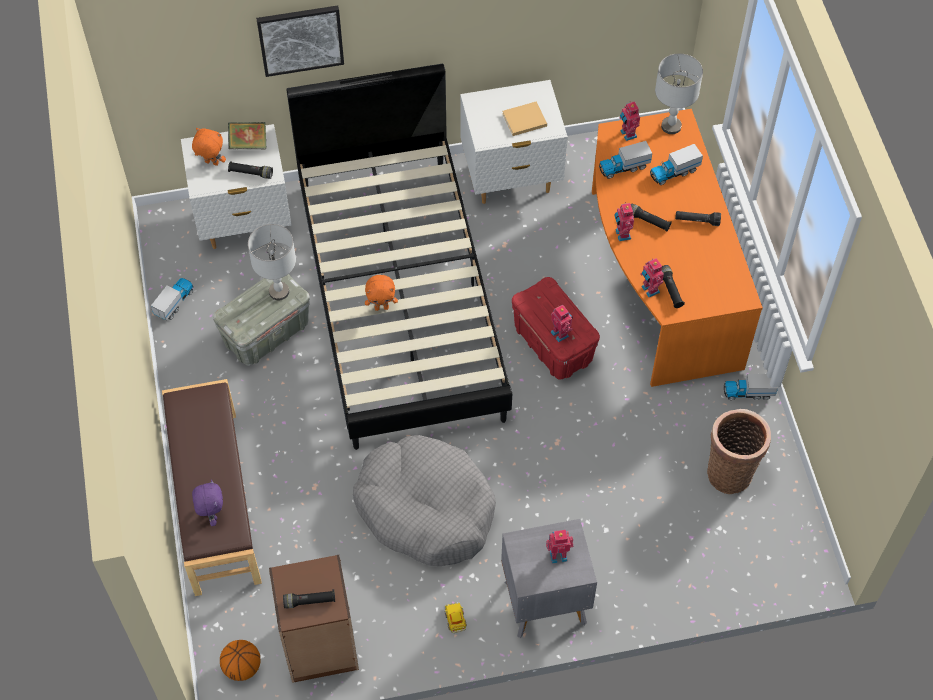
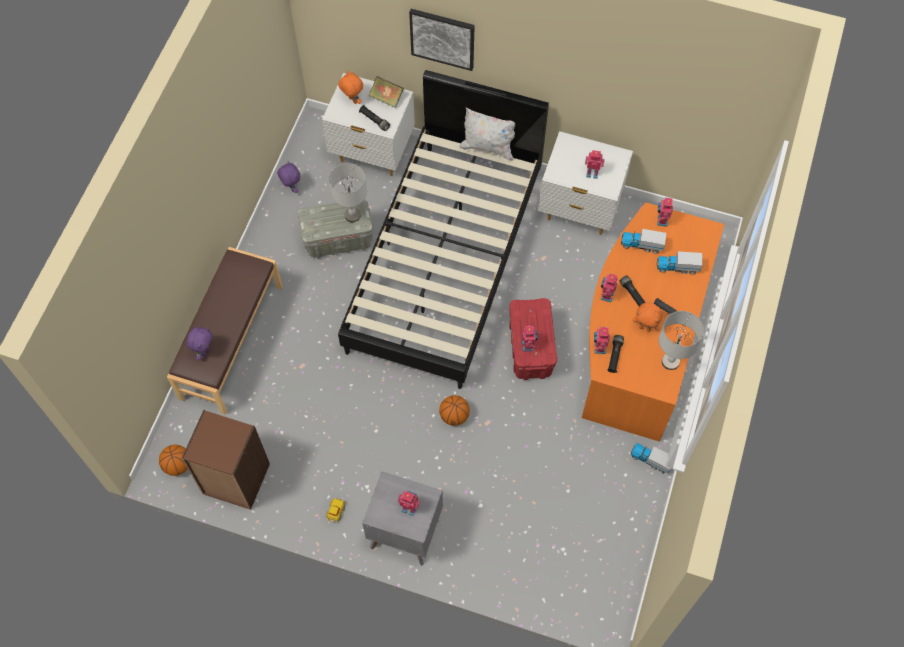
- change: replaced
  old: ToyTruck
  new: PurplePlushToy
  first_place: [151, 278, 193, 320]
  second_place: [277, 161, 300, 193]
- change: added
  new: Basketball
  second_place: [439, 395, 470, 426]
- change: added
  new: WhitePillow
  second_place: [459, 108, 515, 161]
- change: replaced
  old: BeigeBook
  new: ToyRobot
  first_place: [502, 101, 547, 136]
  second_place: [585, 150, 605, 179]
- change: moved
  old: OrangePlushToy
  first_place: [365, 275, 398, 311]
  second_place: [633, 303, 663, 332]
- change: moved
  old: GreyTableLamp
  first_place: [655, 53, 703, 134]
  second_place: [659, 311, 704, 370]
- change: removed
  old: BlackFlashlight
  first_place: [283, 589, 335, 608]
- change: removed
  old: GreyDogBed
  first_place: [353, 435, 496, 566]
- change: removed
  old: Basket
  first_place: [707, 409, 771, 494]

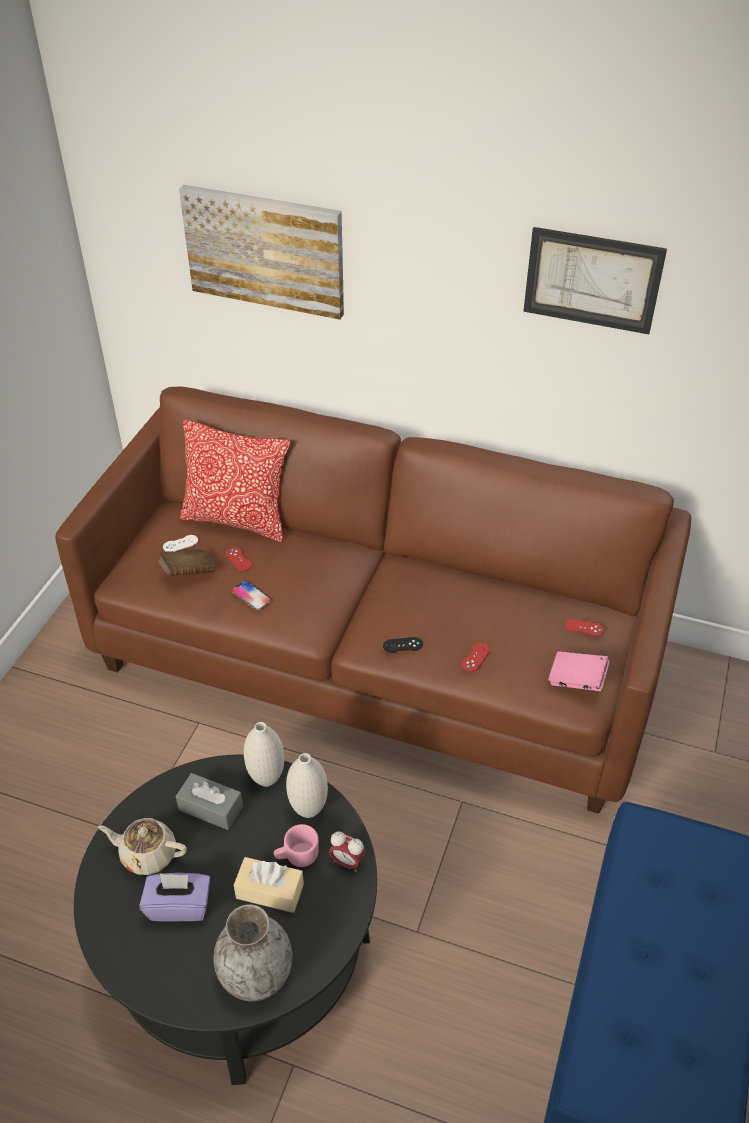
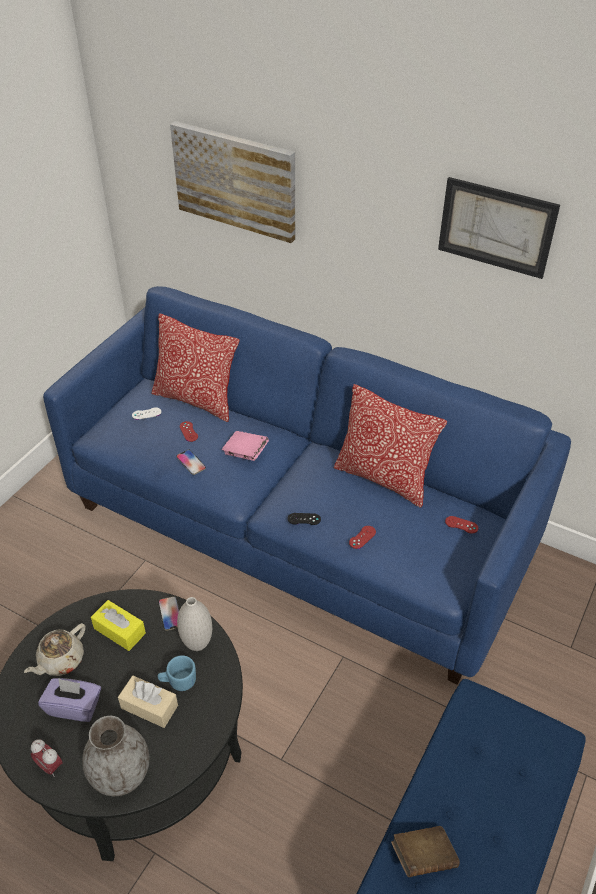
- change: turned
  old: BeigeTeapot
  first_place: [98, 818, 187, 875]
  second_place: [24, 623, 86, 676]
  degrees: -75
- change: moved
  old: AlarmClock
  first_place: [329, 831, 366, 872]
  second_place: [31, 739, 63, 777]
- change: recoloured
  old: BrownSofa
  new: BlueSofa
  first_place: [55, 386, 691, 814]
  second_place: [43, 286, 571, 685]
- change: recoloured
  old: GreyTissueBox
  new: YellowTissueBox
  first_place: [176, 773, 243, 830]
  second_place: [91, 600, 146, 651]
- change: replaced
  old: WhiteVase
  new: Phone
  first_place: [244, 722, 284, 787]
  second_place: [158, 596, 179, 631]
- change: recoloured
  old: PinkMug
  new: BlueMug
  first_place: [274, 824, 319, 867]
  second_place: [158, 655, 196, 691]
- change: moved
  old: PinkBook
  first_place: [548, 651, 610, 691]
  second_place: [222, 431, 269, 461]
- change: added
  new: Pillow
  second_place: [334, 384, 447, 508]
- change: moved
  old: BrownBook
  first_place: [158, 549, 215, 576]
  second_place: [391, 826, 460, 877]

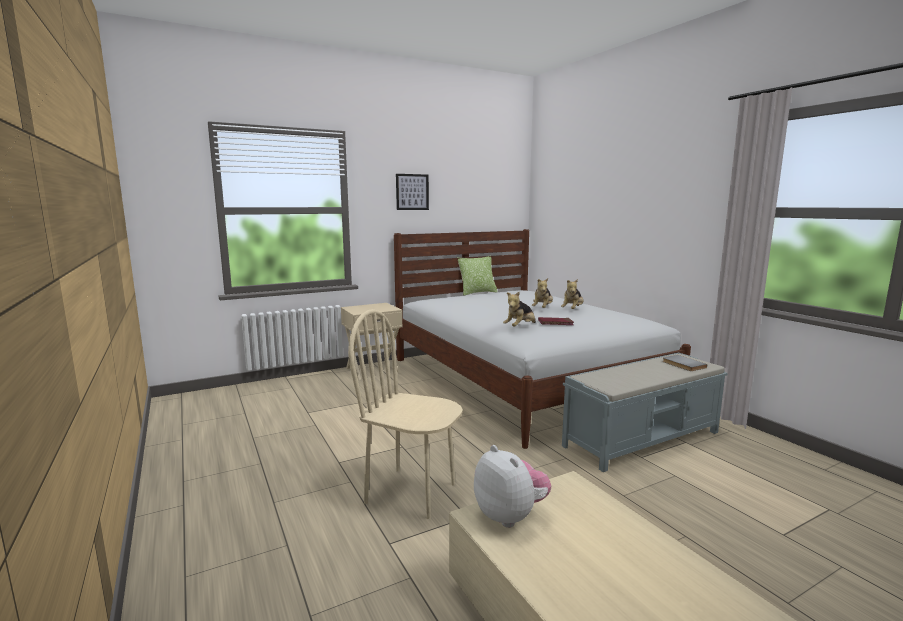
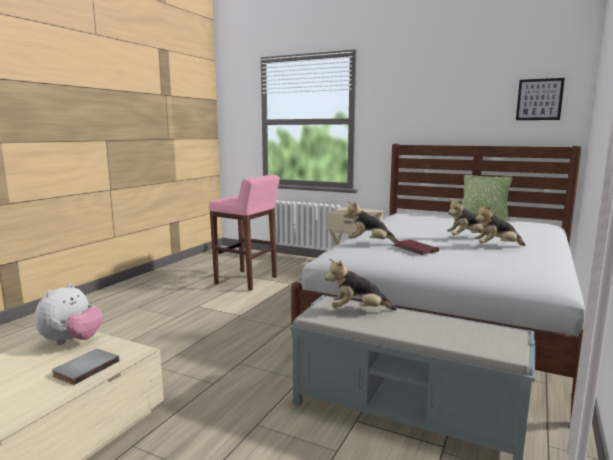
- change: moved
  old: GreyBook
  first_place: [663, 355, 707, 371]
  second_place: [52, 349, 119, 385]
- change: added
  new: PinkStool
  second_place: [209, 175, 280, 291]
- change: added
  new: PlushToy
  second_place: [325, 259, 397, 310]
- change: moved
  old: Picture
  first_place: [396, 174, 429, 210]
  second_place: [516, 78, 565, 120]
- change: removed
  old: BeigeChair
  first_place: [348, 309, 463, 519]

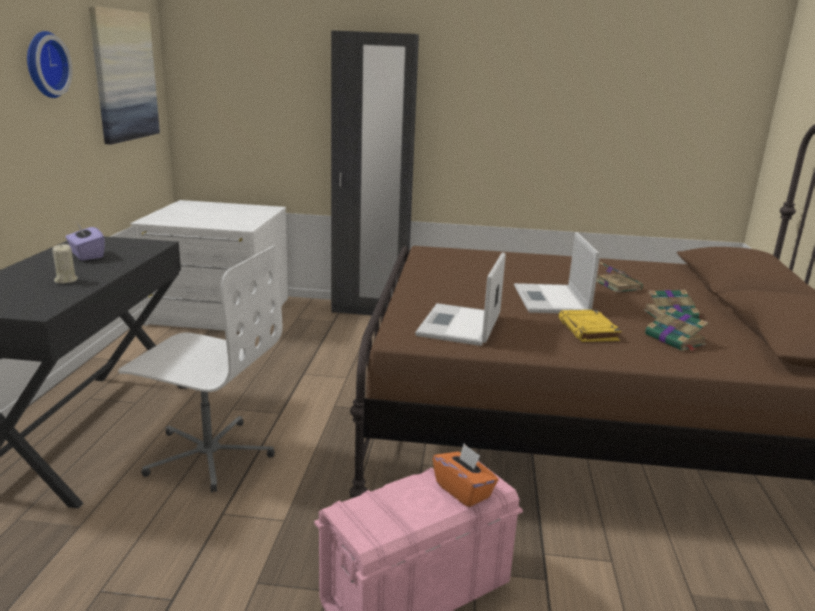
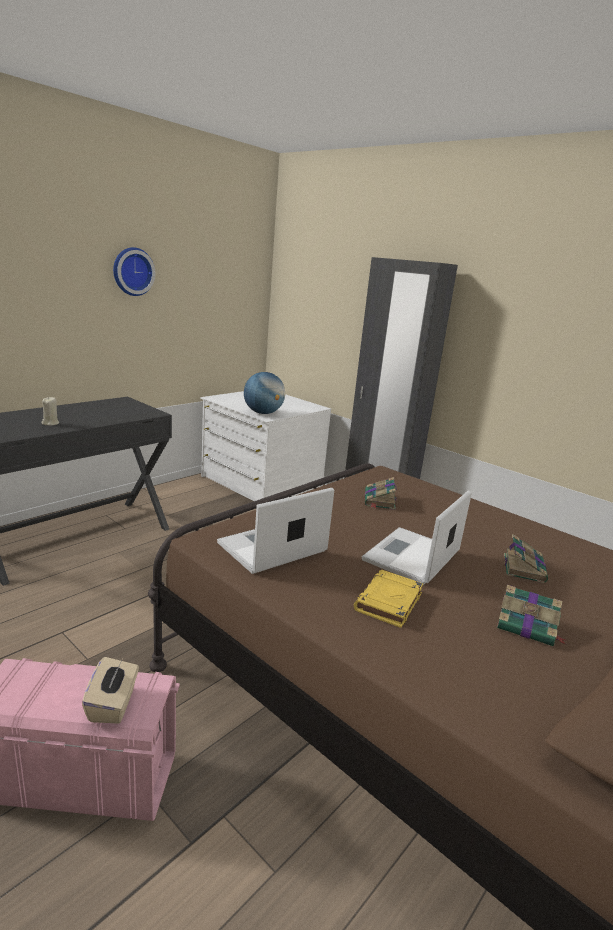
- change: recoloured
  old: OrangeTissueBox
  new: BeigeTissueBox
  first_place: [433, 444, 498, 507]
  second_place: [82, 657, 139, 724]
- change: added
  new: Globe
  second_place: [244, 372, 285, 414]
- change: moved
  old: Book
  first_place: [645, 307, 708, 351]
  second_place: [365, 477, 397, 510]
- change: removed
  old: PurpleTissueBox
  first_place: [65, 223, 104, 260]
- change: removed
  old: Picture
  first_place: [89, 6, 160, 145]
- change: removed
  old: WhiteOfficeChair
  first_place: [118, 246, 283, 493]

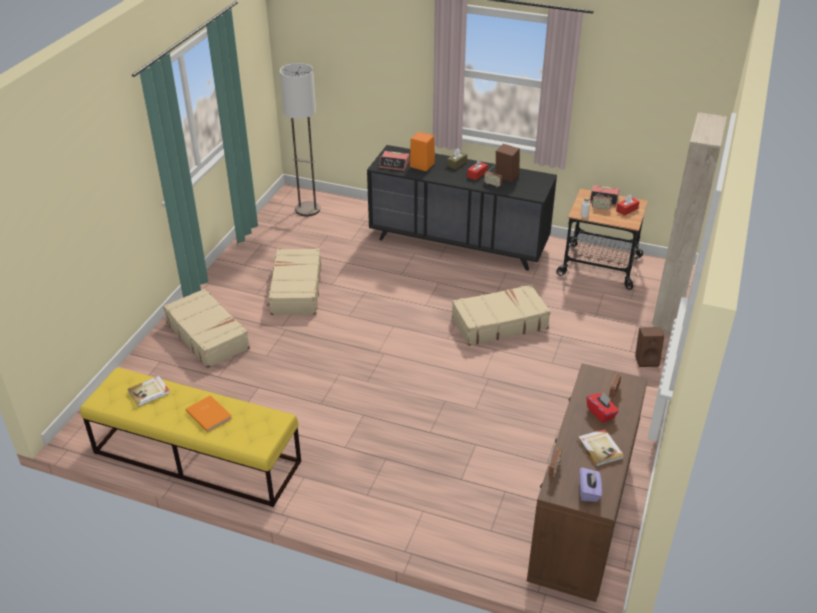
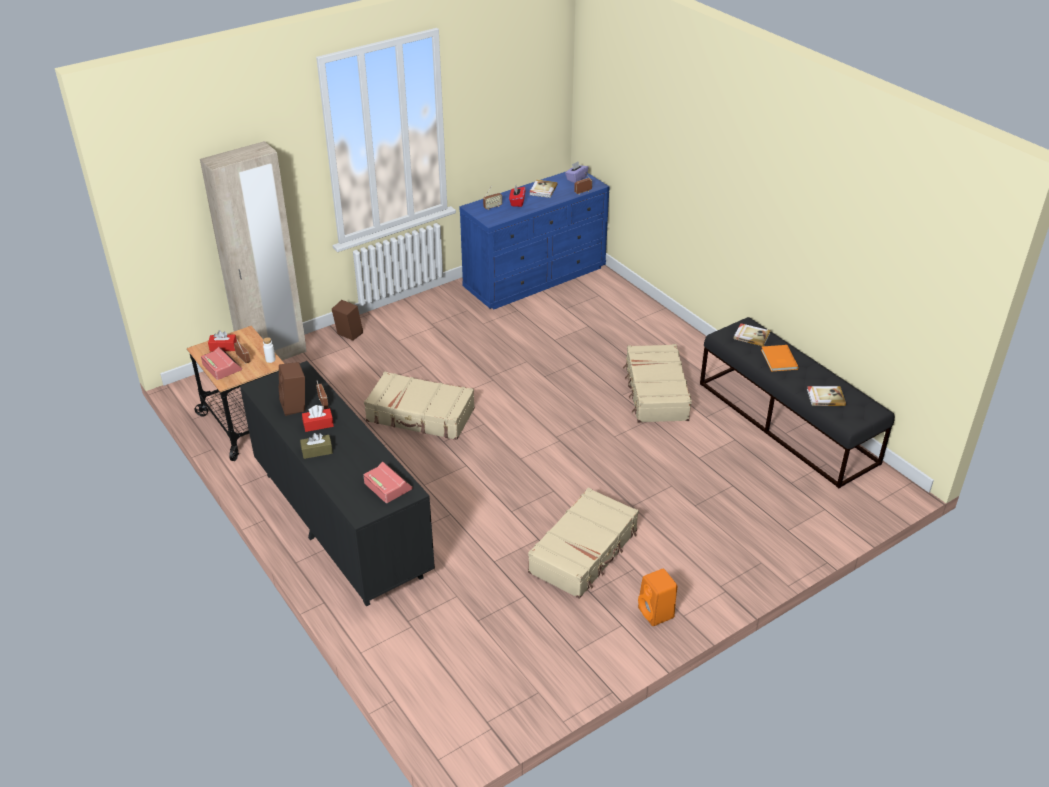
- change: recoloured
  old: BrownDresser
  new: BlueDresser
  first_place: [527, 363, 648, 602]
  second_place: [459, 172, 610, 309]
- change: moved
  old: BeigeSuitcase
  first_place: [163, 288, 250, 368]
  second_place: [623, 344, 692, 422]
- change: moved
  old: OrangeSpeaker
  first_place: [410, 132, 435, 171]
  second_place: [638, 569, 677, 626]
- change: recoloured
  old: YellowBench
  new: BlackBench
  first_place: [80, 367, 301, 507]
  second_place: [700, 317, 895, 488]
- change: added
  new: Book
  second_place: [733, 323, 771, 346]
- change: removed
  old: FloorLamp
  first_place: [280, 63, 320, 217]

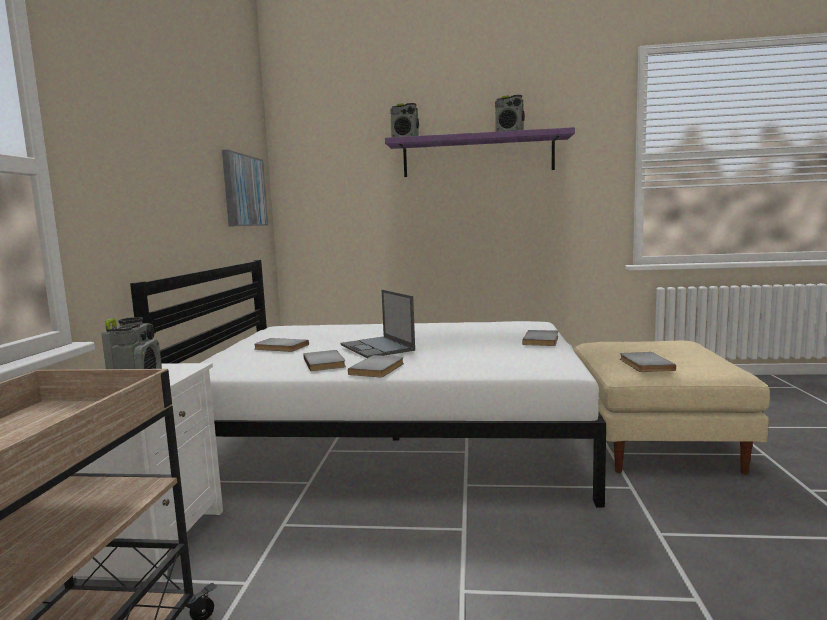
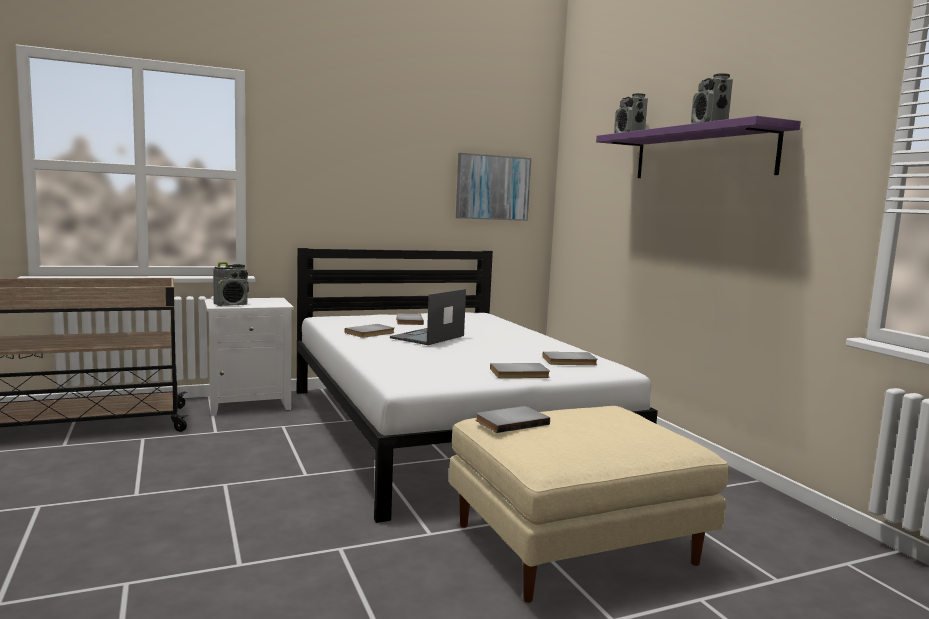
- change: moved
  old: GreyBook
  first_place: [348, 355, 404, 377]
  second_place: [542, 352, 598, 365]

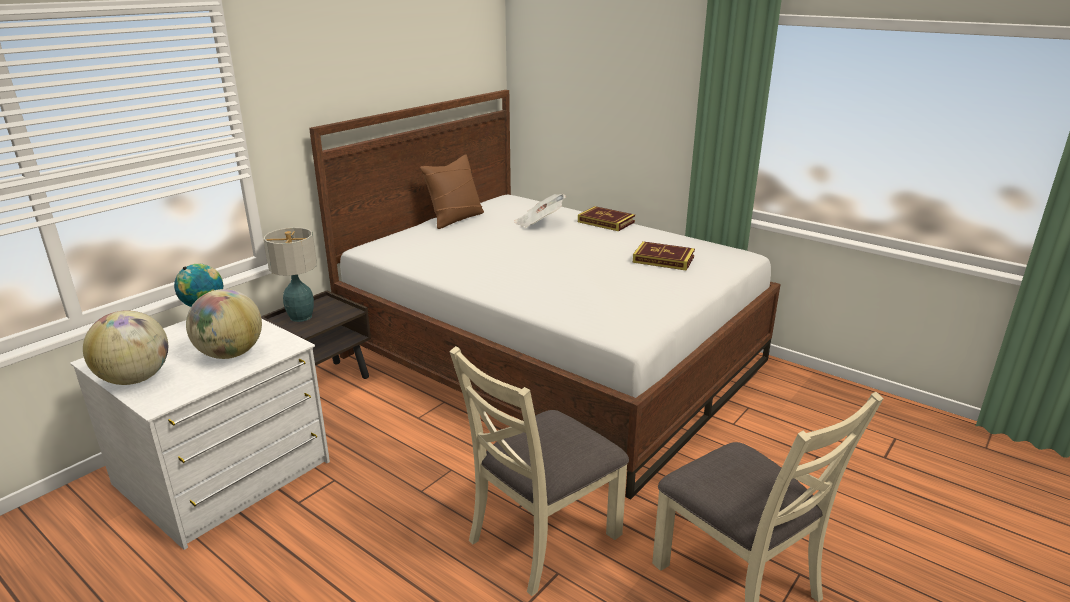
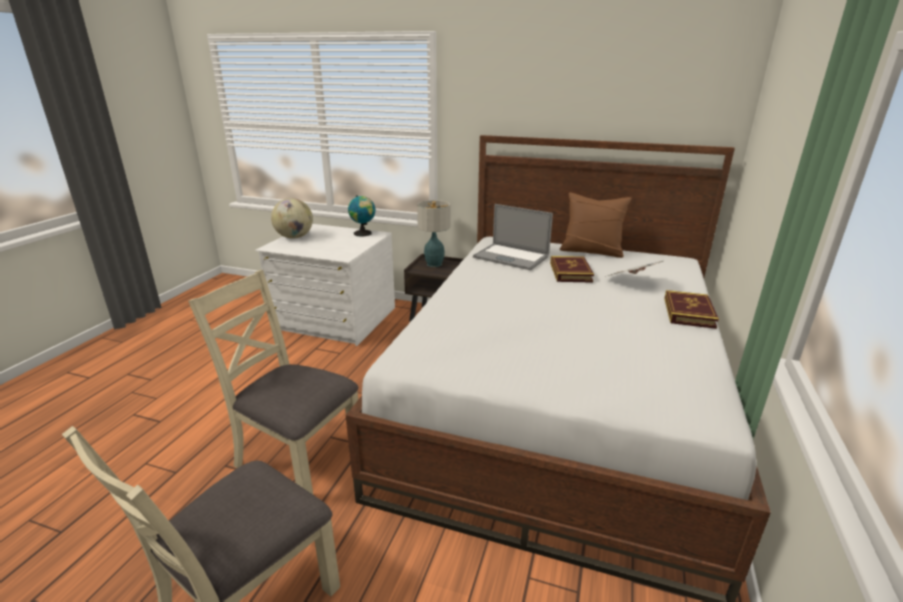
- change: added
  new: Laptop
  second_place: [473, 204, 553, 270]
- change: moved
  old: Book
  first_place: [633, 241, 695, 271]
  second_place: [550, 256, 594, 283]
- change: removed
  old: Globe
  first_place: [186, 289, 262, 359]

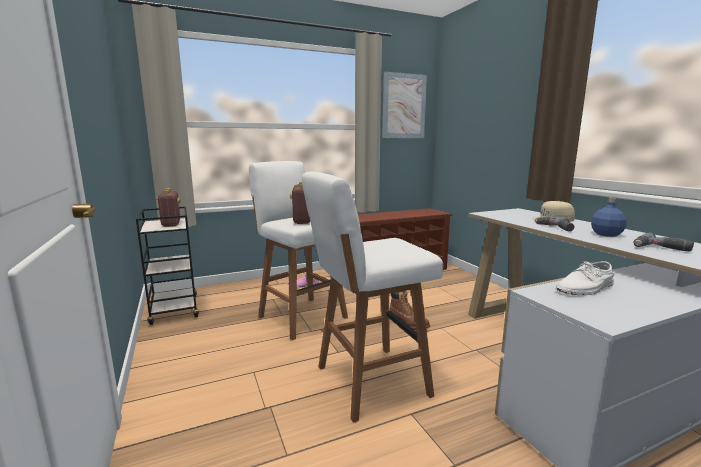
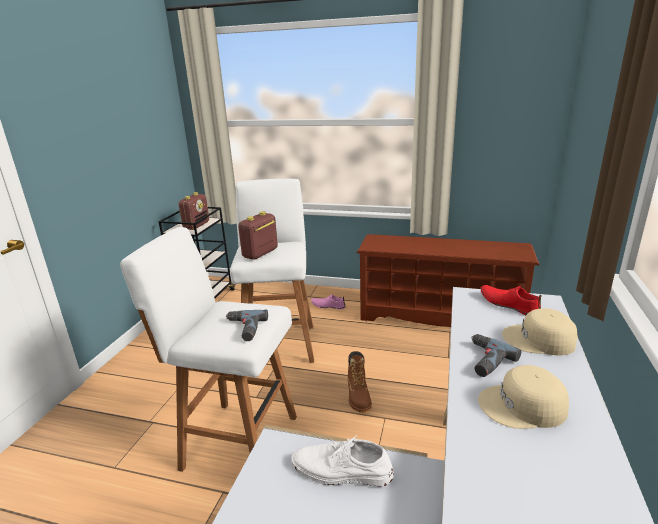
- change: moved
  old: PowerDrill
  first_place: [633, 233, 694, 252]
  second_place: [226, 310, 268, 341]
- change: replaced
  old: BlueBottle
  new: BeigeCap
  first_place: [591, 198, 627, 237]
  second_place: [478, 365, 569, 429]
- change: added
  new: RedShoe
  second_place: [481, 285, 541, 315]
- change: removed
  old: Picture
  first_place: [382, 72, 427, 138]

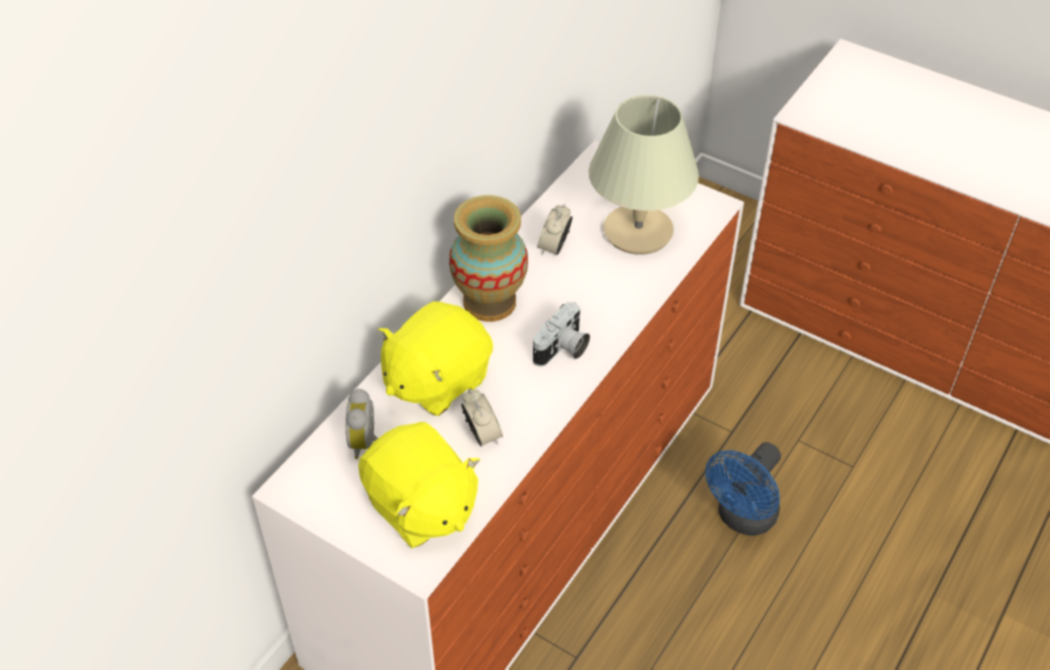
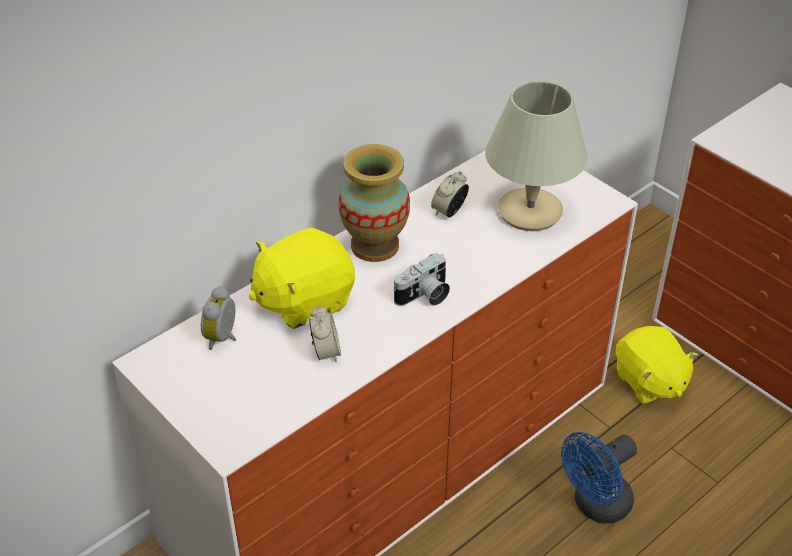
- change: moved
  old: YellowPlushToy
  first_place: [358, 422, 480, 548]
  second_place: [616, 326, 698, 404]

